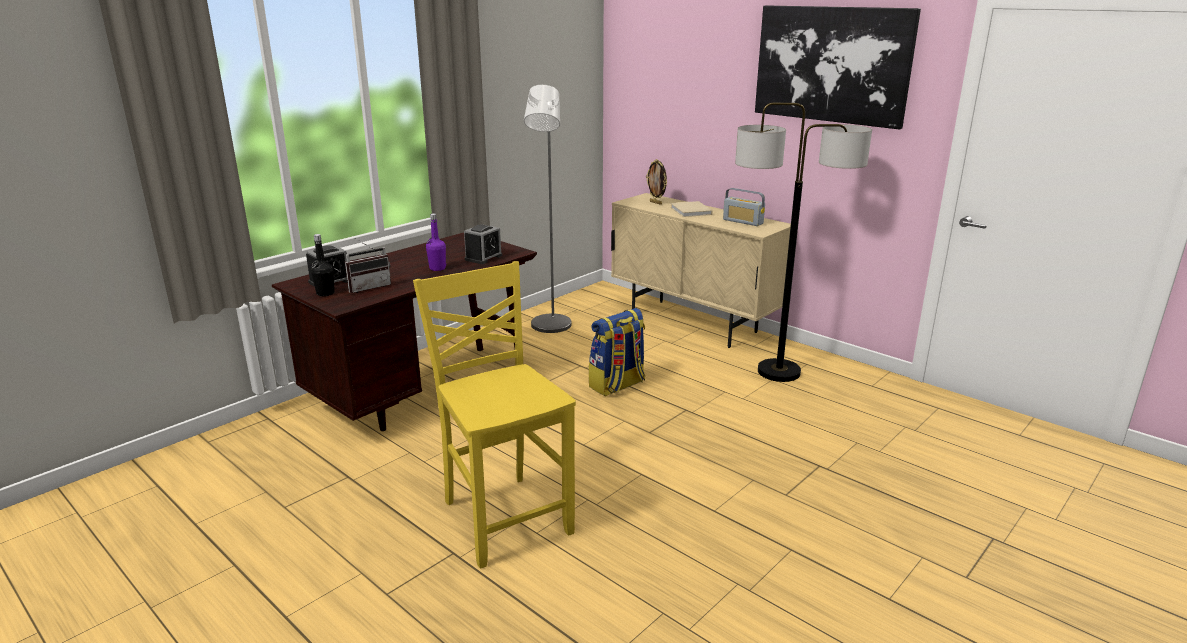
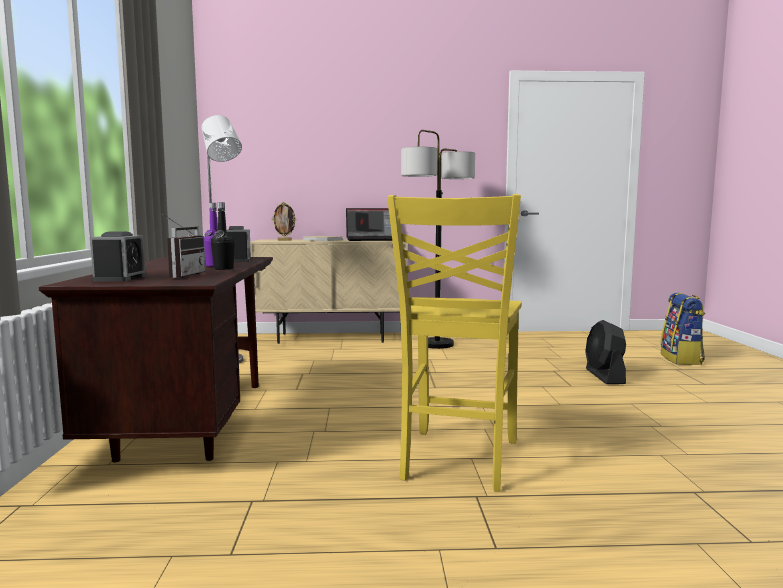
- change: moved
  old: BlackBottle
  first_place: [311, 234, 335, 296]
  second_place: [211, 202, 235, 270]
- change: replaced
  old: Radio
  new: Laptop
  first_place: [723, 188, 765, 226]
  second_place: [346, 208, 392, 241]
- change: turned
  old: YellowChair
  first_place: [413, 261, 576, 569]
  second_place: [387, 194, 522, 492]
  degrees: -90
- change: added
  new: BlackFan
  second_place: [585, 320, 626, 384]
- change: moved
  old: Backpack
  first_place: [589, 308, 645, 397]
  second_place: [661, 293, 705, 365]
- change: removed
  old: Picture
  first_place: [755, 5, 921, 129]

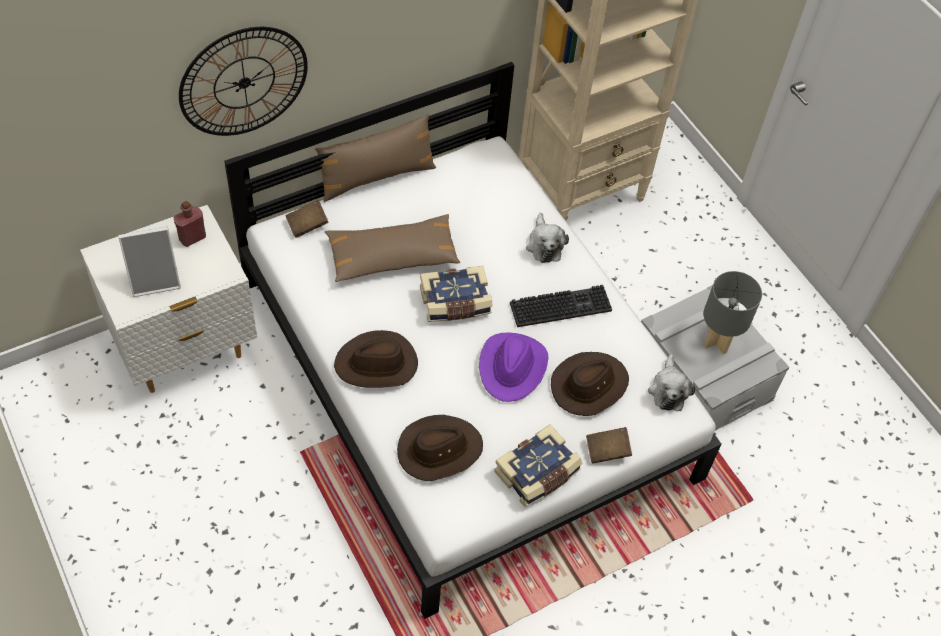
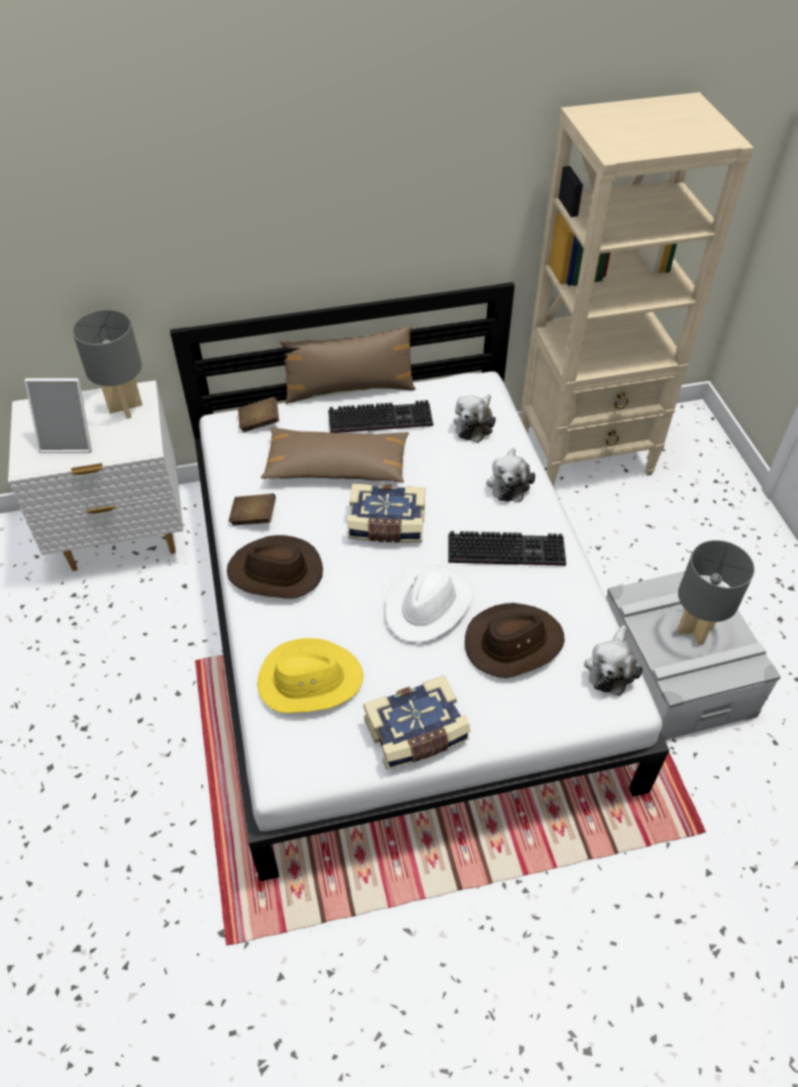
- change: replaced
  old: RedBottle
  new: GreyTableLamp
  first_place: [174, 201, 206, 247]
  second_place: [72, 310, 142, 419]
- change: moved
  old: BrownBook
  first_place: [586, 427, 632, 464]
  second_place: [229, 493, 276, 525]
- change: recoloured
  old: BrownHat
  new: YellowHat
  first_place: [397, 415, 483, 481]
  second_place: [257, 638, 364, 713]
- change: added
  new: Keyboard
  second_place: [328, 400, 433, 433]
- change: recoloured
  old: PurpleHat
  new: WhiteHat
  first_place: [479, 332, 548, 402]
  second_place: [385, 564, 473, 643]
- change: added
  new: PlushToy
  second_place: [453, 394, 496, 443]
- change: removed
  old: WallClock
  first_place: [179, 27, 308, 136]

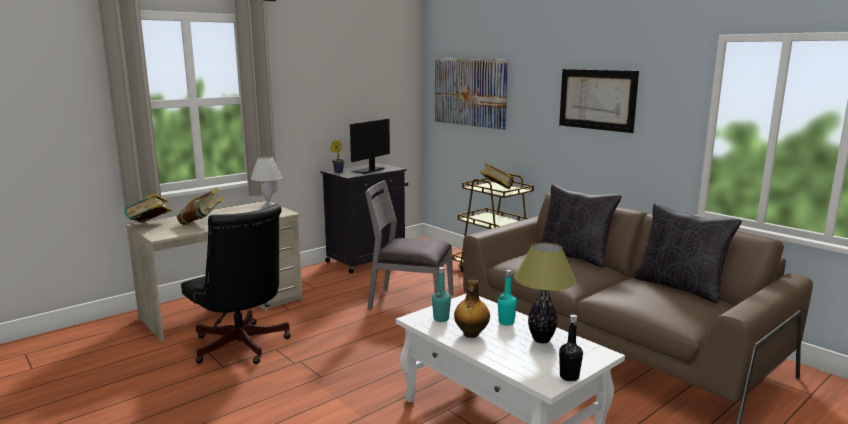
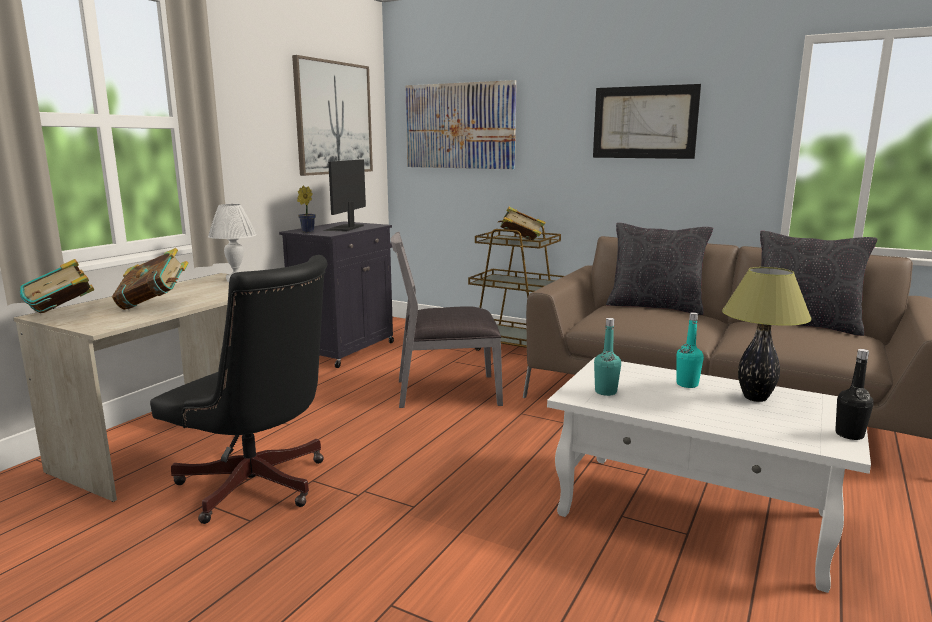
- change: added
  new: Picture
  second_place: [292, 55, 373, 176]
- change: removed
  old: Bottle
  first_place: [454, 280, 490, 338]

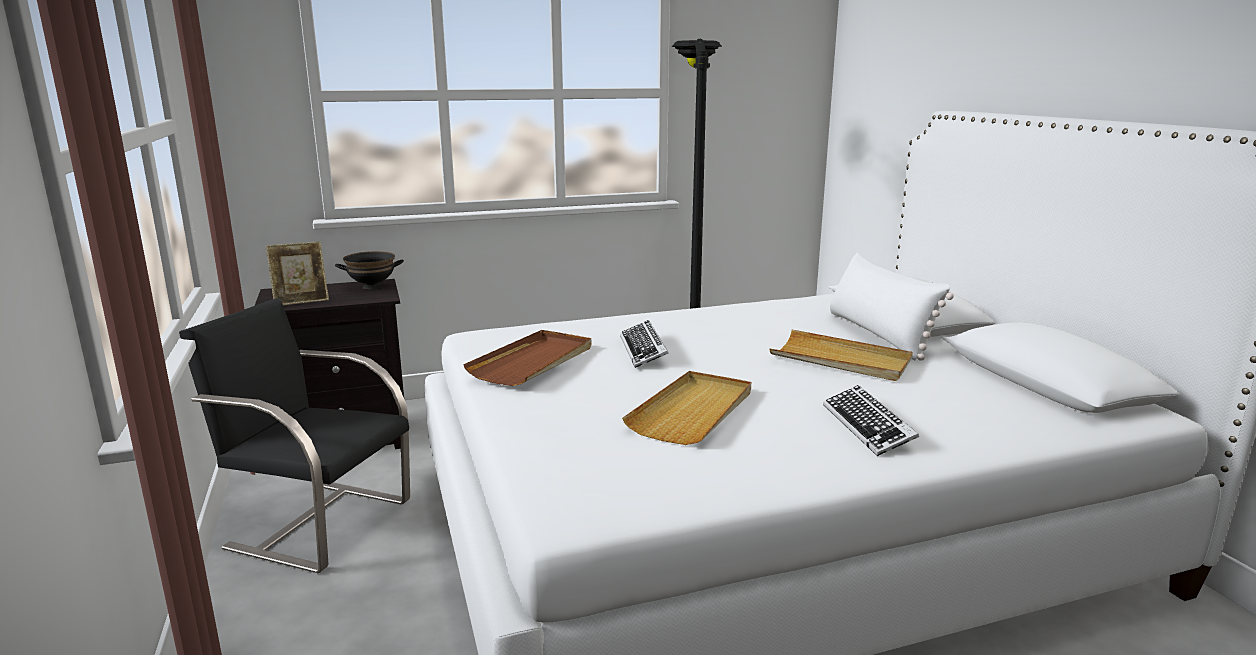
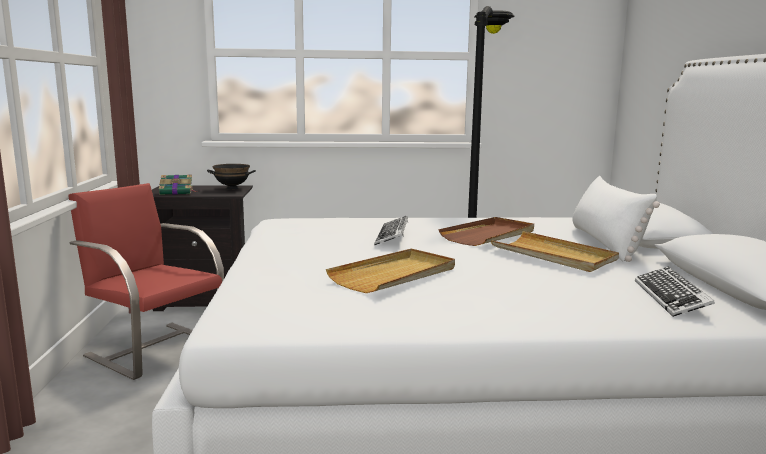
- change: recoloured
  old: BlackChair
  new: RedChair
  first_place: [179, 298, 410, 573]
  second_place: [68, 183, 224, 380]
- change: replaced
  old: PictureFrame
  new: Book
  first_place: [266, 241, 329, 306]
  second_place: [159, 175, 197, 195]
- change: moved
  old: BrownTray
  first_place: [463, 330, 592, 386]
  second_place: [438, 217, 534, 246]
- change: moved
  old: Keyboard
  first_place: [823, 385, 919, 456]
  second_place: [635, 267, 715, 317]

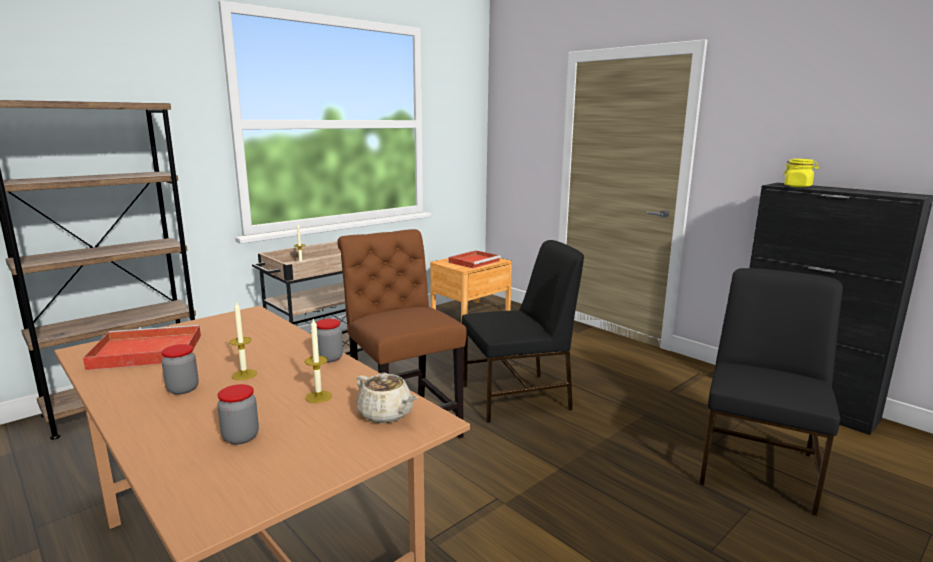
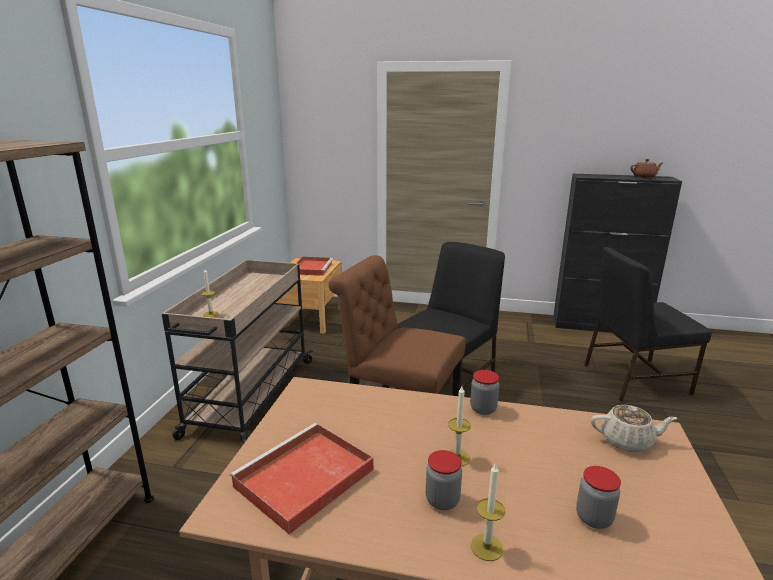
- change: moved
  old: Candle
  first_place: [305, 319, 332, 403]
  second_place: [471, 462, 505, 561]
- change: turned
  old: BlackChair
  first_place: [699, 268, 843, 516]
  second_place: [585, 247, 712, 401]
  degrees: -90
- change: added
  new: BrownTeapot
  second_place: [630, 159, 663, 178]
- change: removed
  old: YellowJar
  first_place: [783, 159, 819, 187]

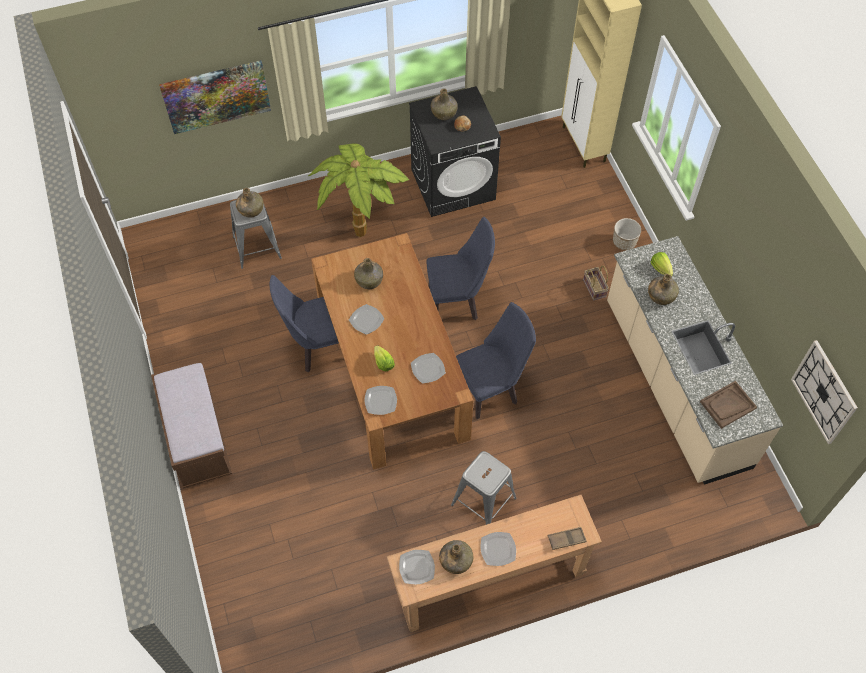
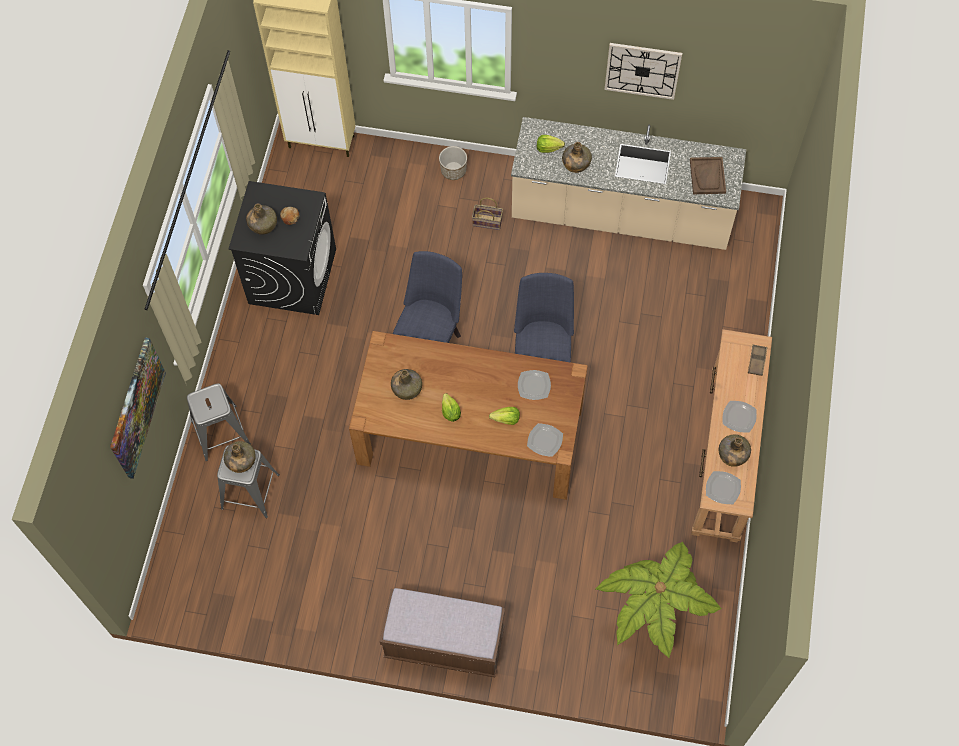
- change: moved
  old: GreyStool
  first_place: [451, 451, 516, 525]
  second_place: [187, 383, 251, 461]
- change: replaced
  old: Plate
  new: Lettuce
  first_place: [349, 304, 385, 335]
  second_place: [442, 393, 461, 422]
- change: moved
  old: PottedPlant
  first_place: [308, 143, 409, 237]
  second_place: [595, 542, 721, 658]
- change: moved
  old: WallClock
  first_place: [791, 340, 858, 444]
  second_place: [605, 43, 682, 100]
- change: removed
  old: BlueChair
  first_place: [269, 275, 339, 372]

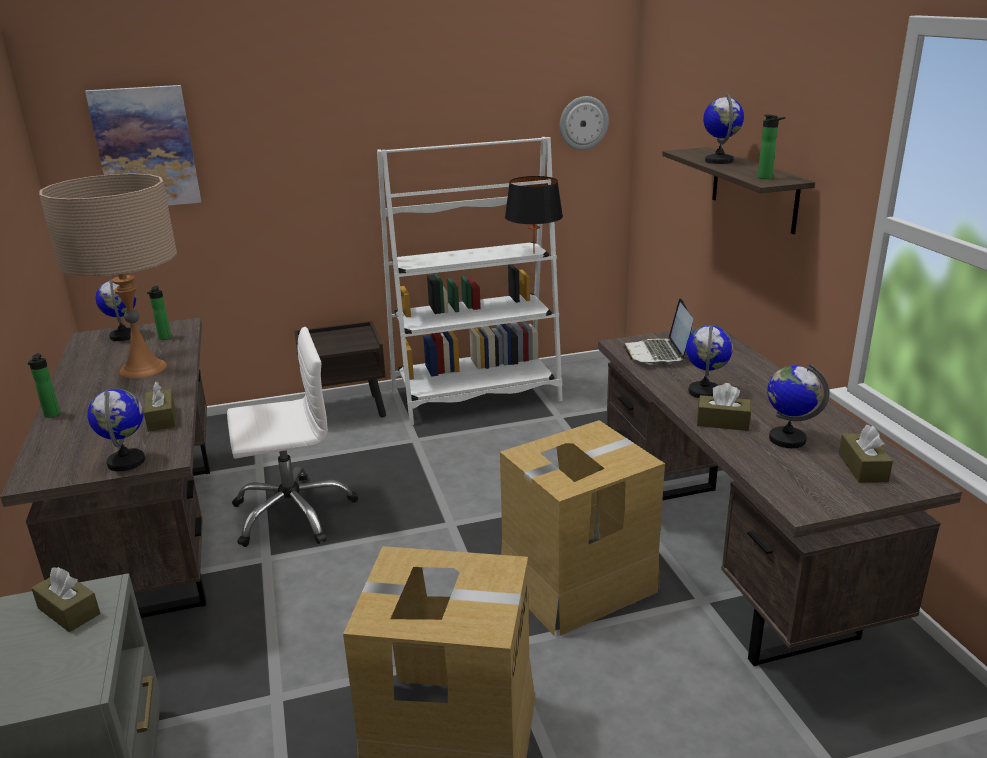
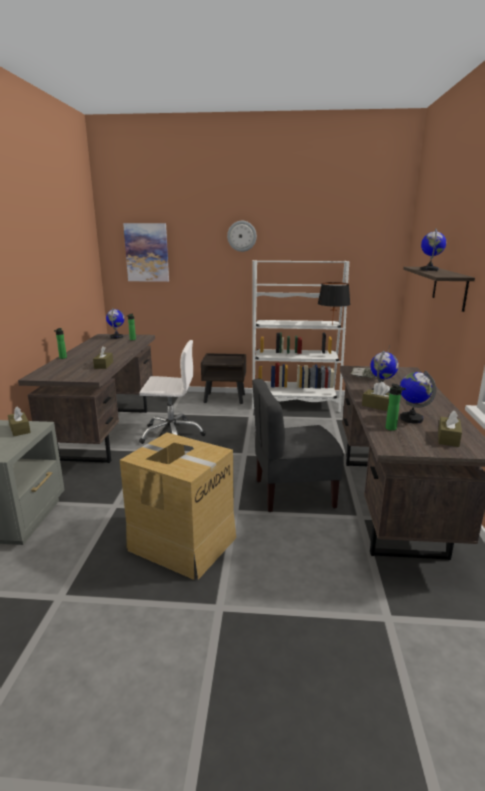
- change: moved
  old: WallClock
  first_place: [560, 96, 609, 150]
  second_place: [227, 221, 257, 252]
- change: replaced
  old: CardboardBox
  new: GreyChair
  first_place: [500, 420, 665, 636]
  second_place: [252, 379, 344, 512]
- change: moved
  old: Bottle
  first_place: [758, 115, 785, 179]
  second_place: [386, 384, 406, 431]
- change: removed
  old: BeigeTableLamp
  first_place: [39, 174, 177, 378]
- change: removed
  old: Globe
  first_place: [87, 389, 145, 471]

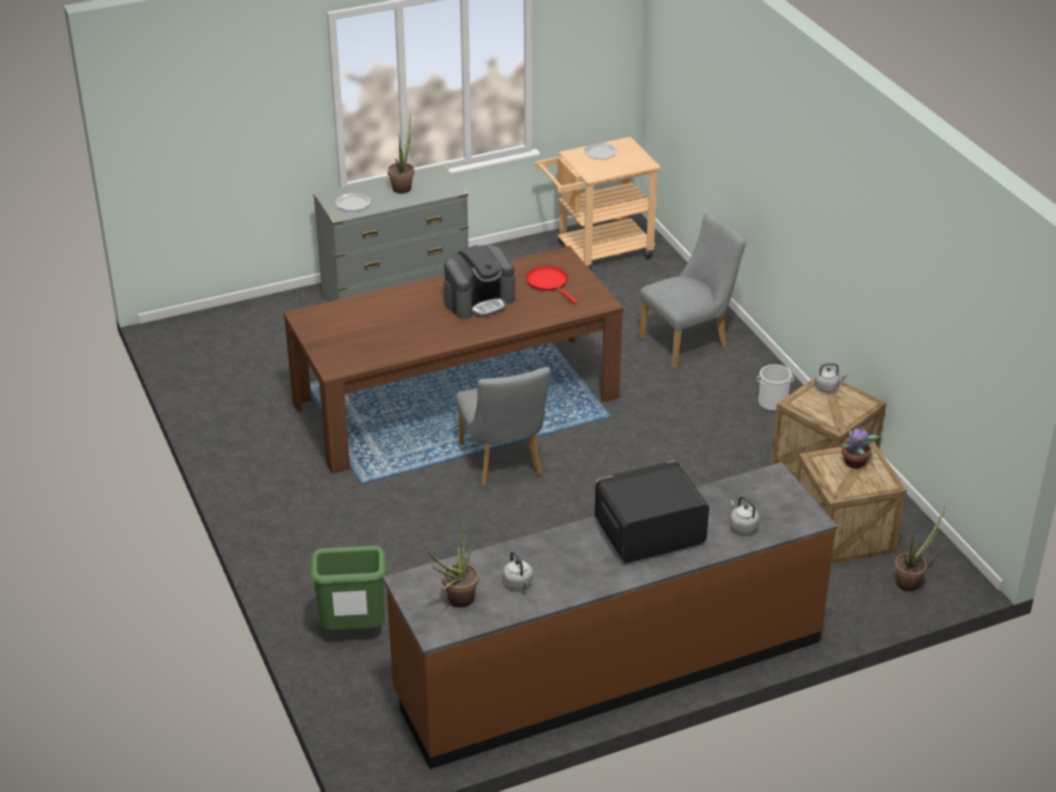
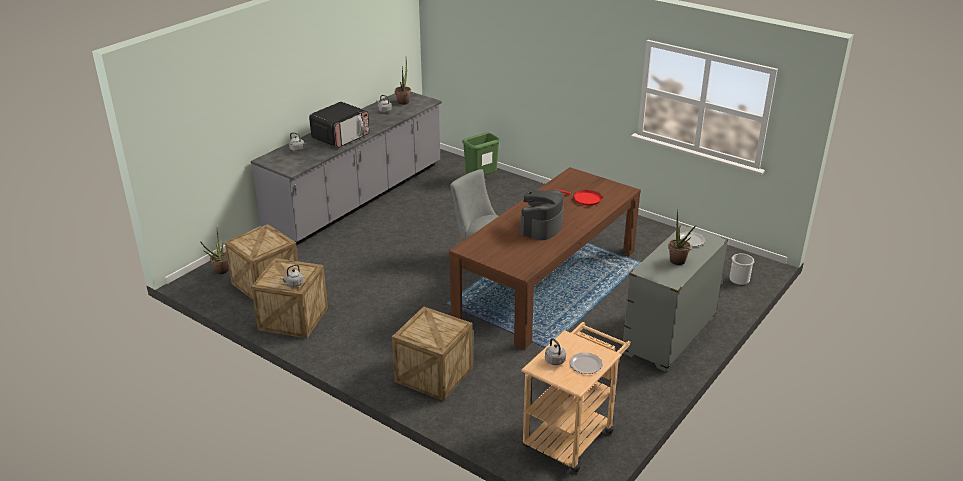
- change: recoloured
  old: BrownCounter
  new: GreyCounter
  first_place: [383, 462, 837, 769]
  second_place: [251, 92, 442, 245]
- change: replaced
  old: GreyChair
  new: Crate
  first_place: [639, 212, 746, 368]
  second_place: [392, 306, 473, 401]
- change: added
  new: GreyKettle
  second_place: [545, 338, 566, 365]
- change: moved
  old: RedFryingPan
  first_place: [526, 266, 577, 304]
  second_place: [555, 189, 602, 206]
- change: moved
  old: Bucket
  first_place: [757, 364, 794, 411]
  second_place: [729, 253, 754, 285]
- change: removed
  old: PottedPlant
  first_place: [840, 427, 882, 469]

